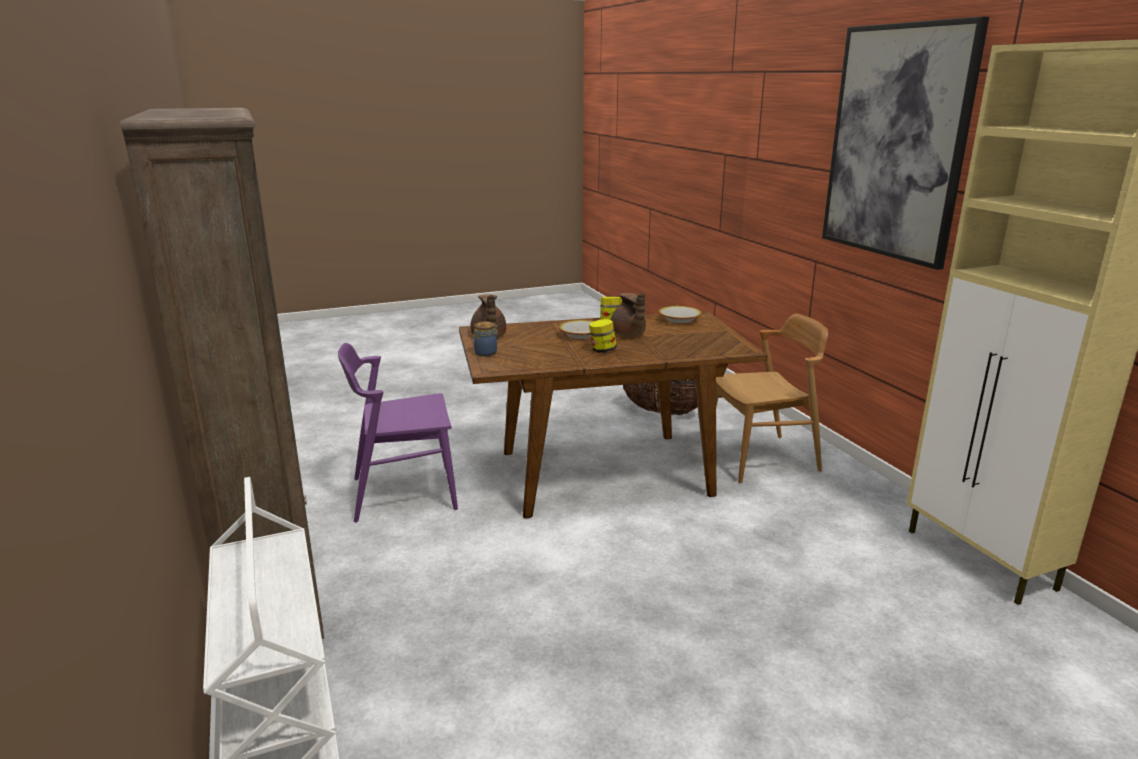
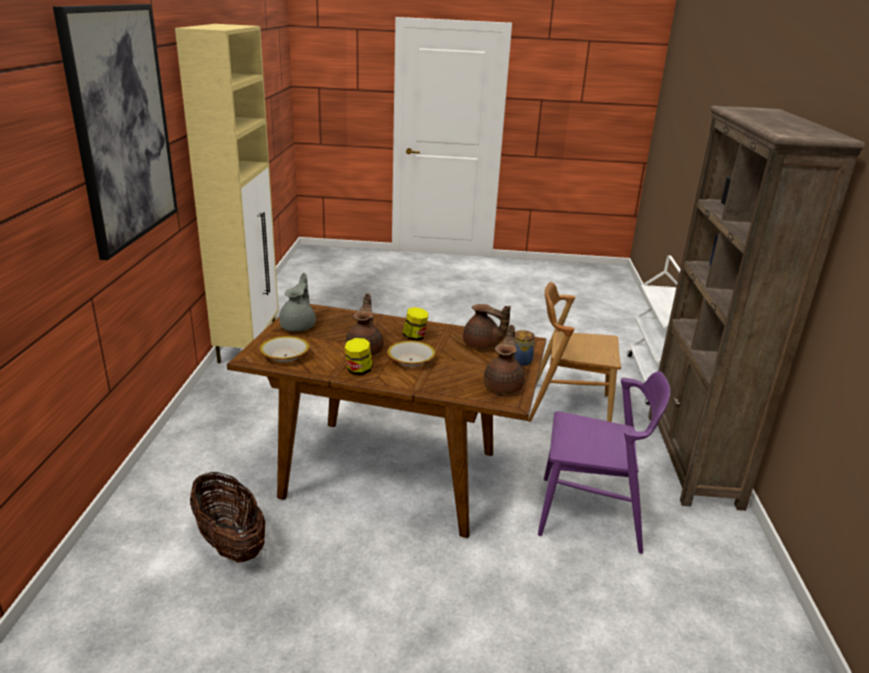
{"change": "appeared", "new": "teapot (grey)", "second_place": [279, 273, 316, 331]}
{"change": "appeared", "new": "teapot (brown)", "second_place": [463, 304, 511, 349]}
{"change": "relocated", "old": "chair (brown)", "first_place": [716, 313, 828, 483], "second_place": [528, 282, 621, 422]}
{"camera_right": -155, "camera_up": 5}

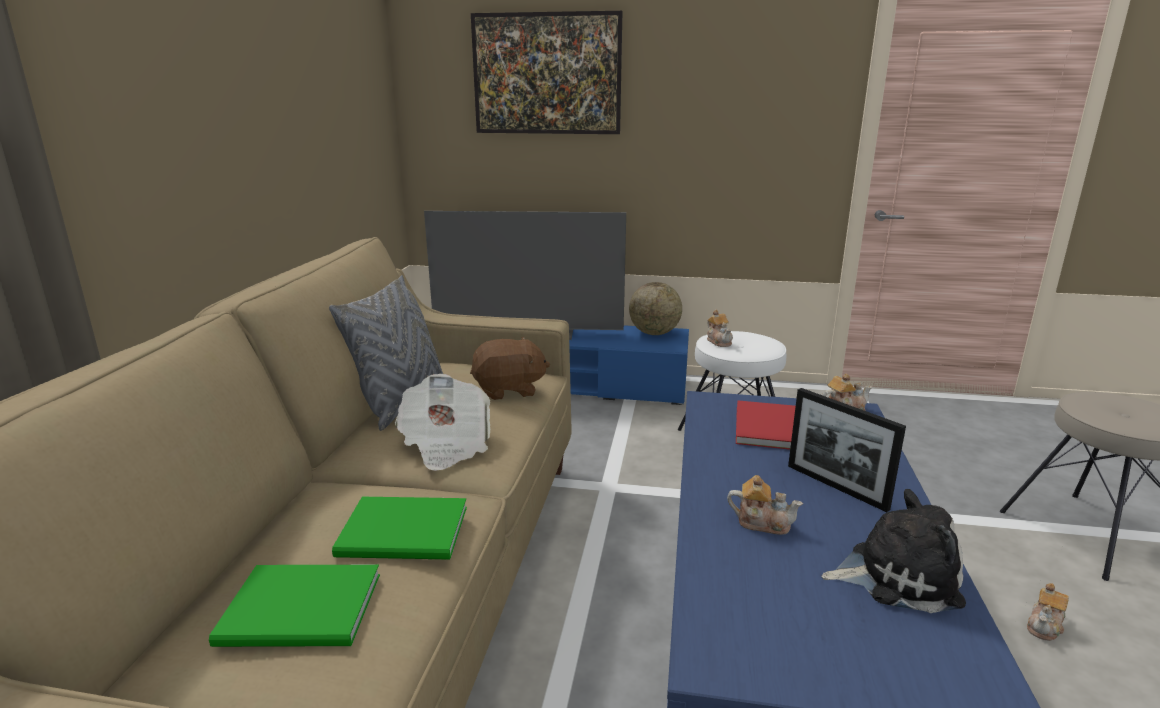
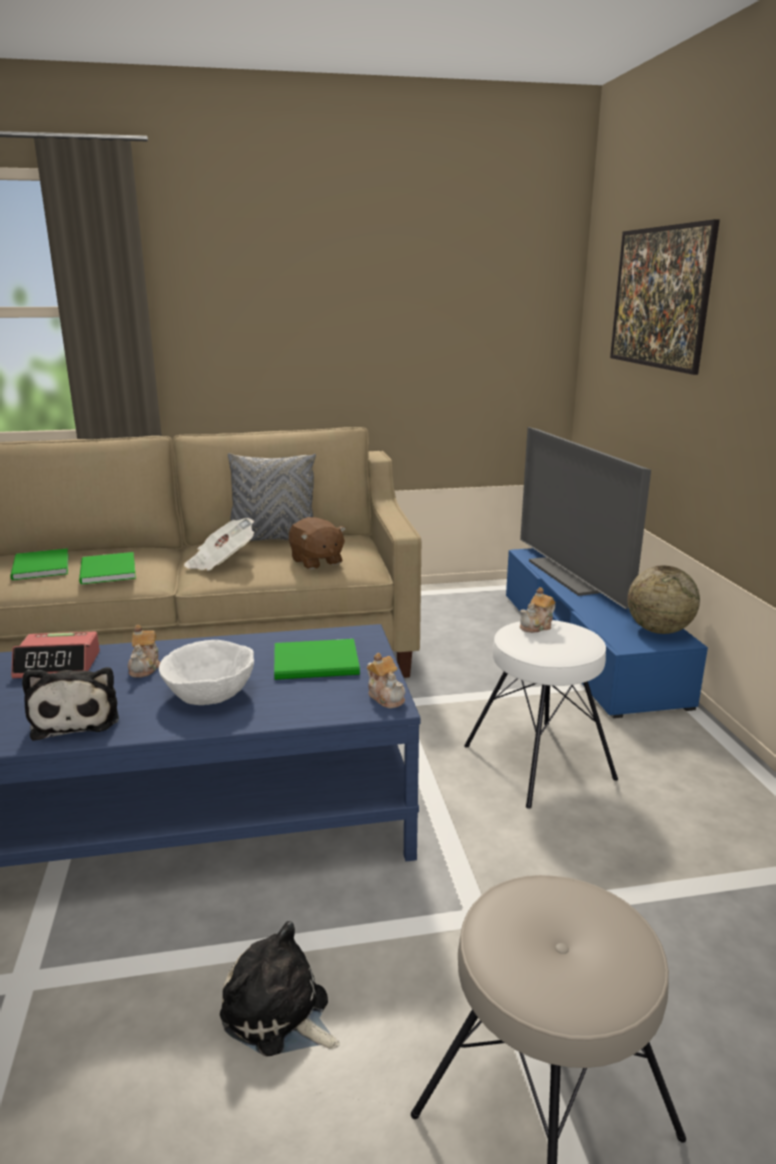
{"change": "appeared", "new": "alarm clock", "second_place": [11, 632, 100, 678]}
{"change": "exchanged", "old": "picture frame", "new": "bowl (white)", "first_place": [788, 388, 906, 512], "second_place": [159, 640, 254, 705]}
{"change": "exchanged", "old": "teapot", "new": "plush toy", "first_place": [1027, 583, 1069, 641], "second_place": [220, 921, 340, 1057]}
{"change": "colour", "old": "book (red)", "new": "book (green)", "first_place": [736, 400, 796, 450], "second_place": [274, 639, 360, 680]}
{"camera_right": 70, "camera_up": 0}

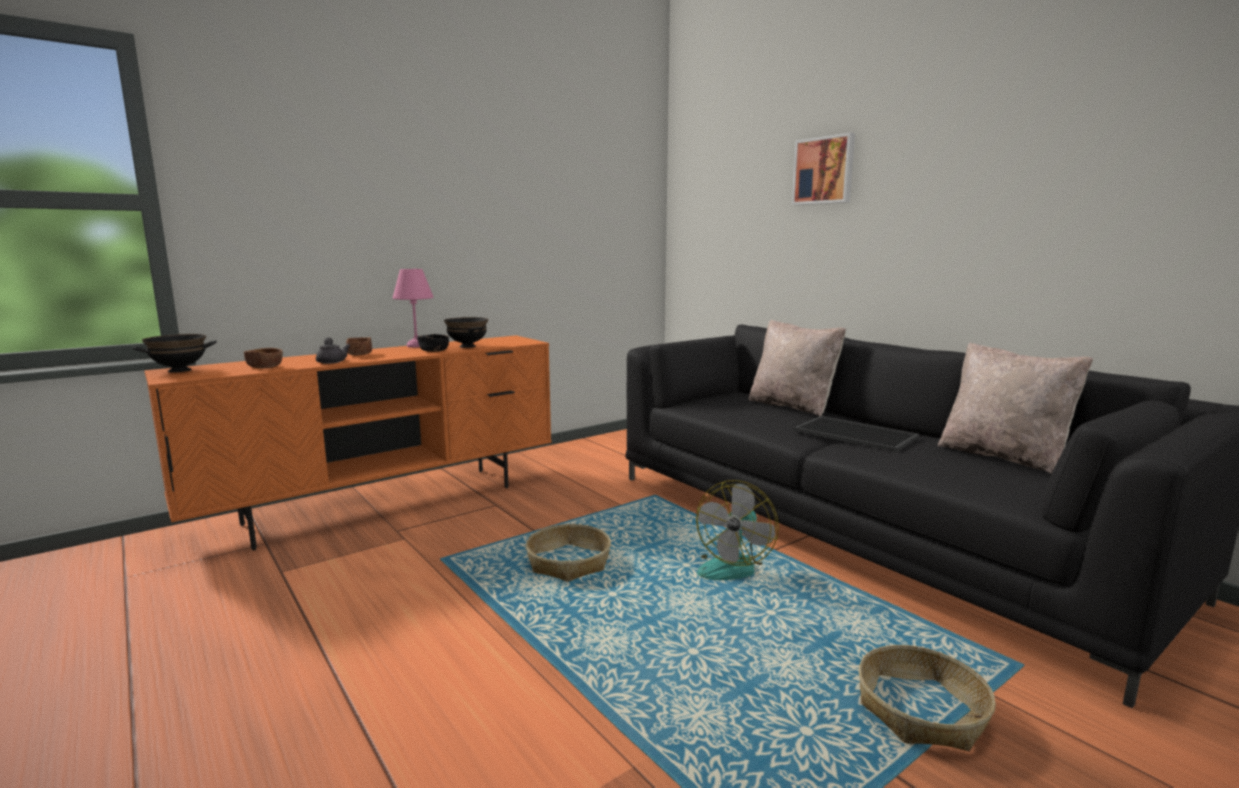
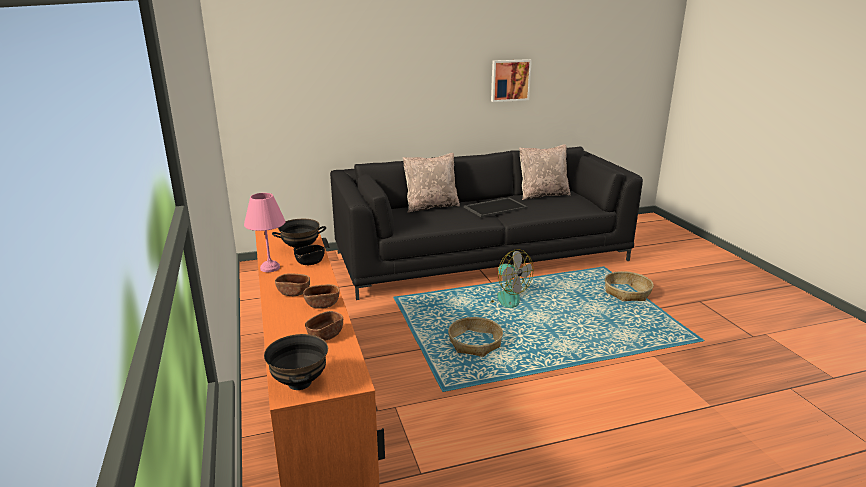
{"change": "relocated", "old": "picture", "first_place": [792, 132, 855, 205], "second_place": [491, 59, 532, 102]}
{"change": "exchanged", "old": "teapot (grey)", "new": "bowl (brown)", "first_place": [316, 338, 351, 364], "second_place": [303, 284, 340, 309]}
{"camera_right": -70, "camera_up": 10}

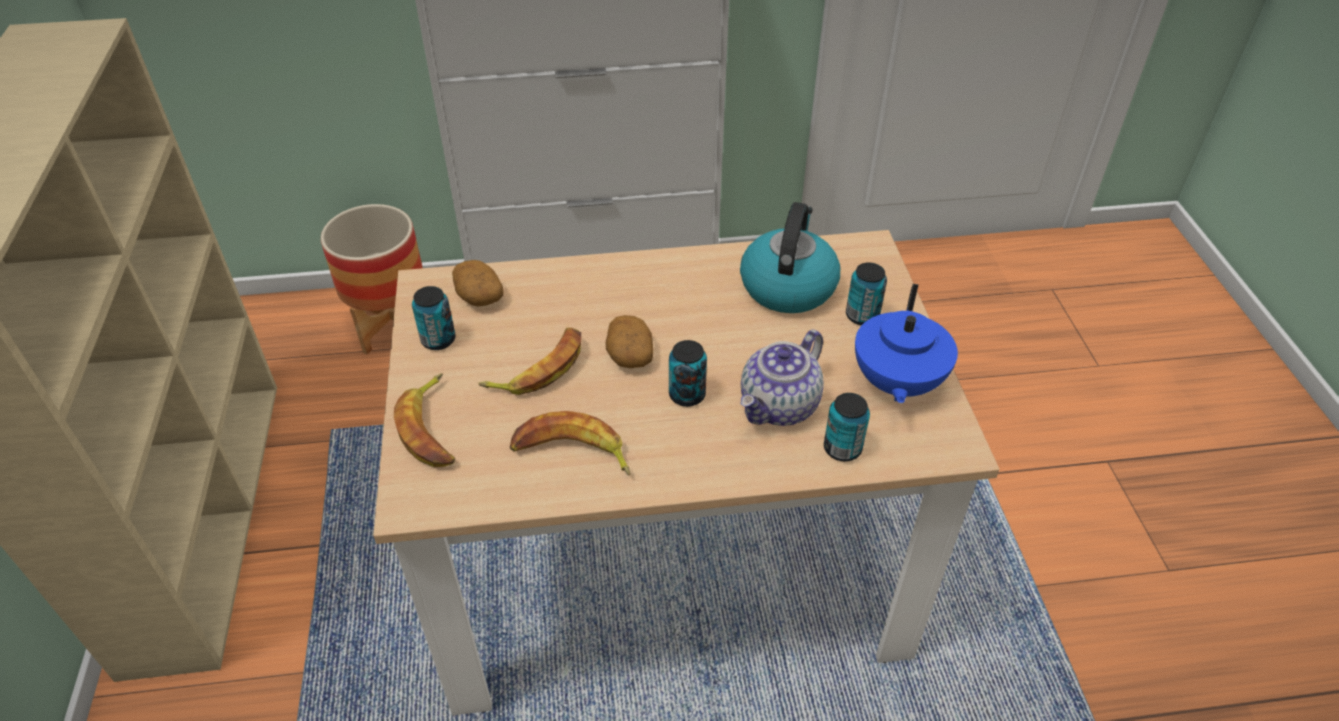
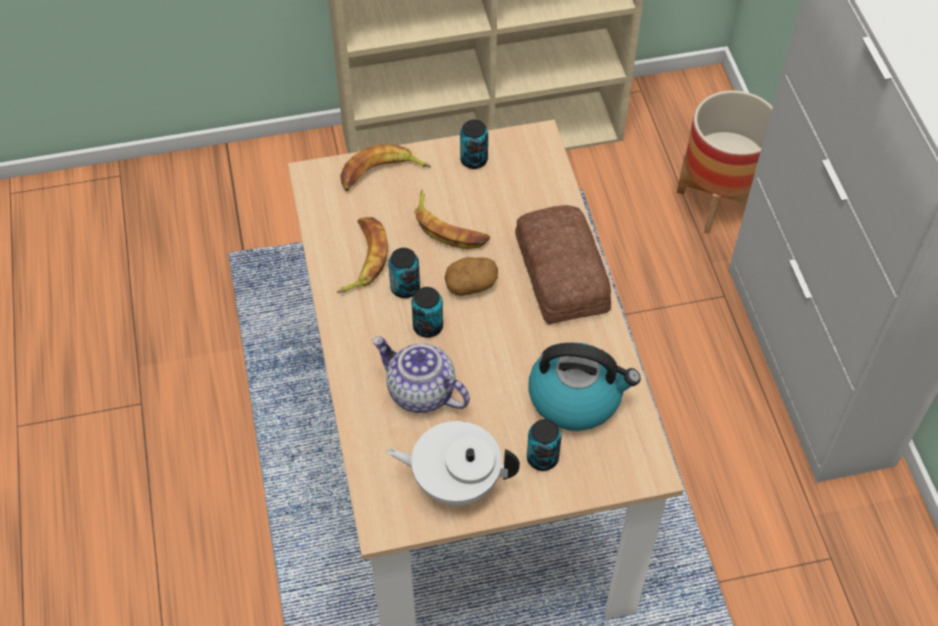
{"change": "missing", "old": "potato", "first_place": [452, 260, 504, 306]}
{"change": "appeared", "new": "bread", "second_place": [515, 205, 611, 325]}
{"change": "relocated", "old": "can", "first_place": [824, 393, 870, 461], "second_place": [388, 248, 420, 298]}
{"change": "colour", "old": "teapot (blue)", "new": "teapot (white)", "first_place": [855, 284, 958, 403], "second_place": [387, 421, 520, 506]}
{"camera_right": 85, "camera_up": 10}

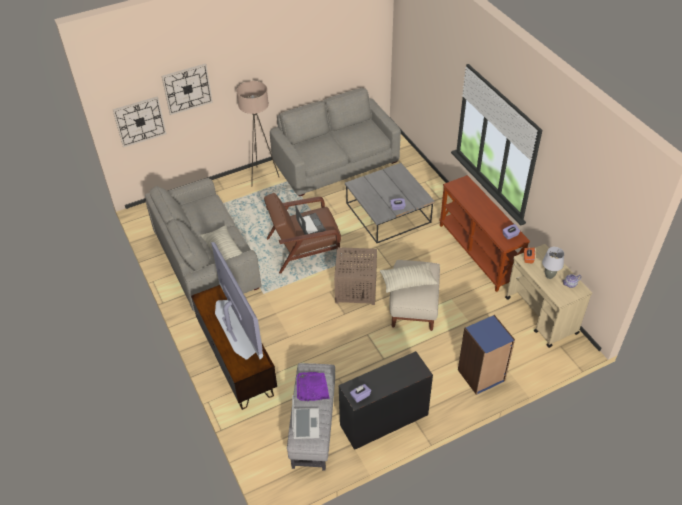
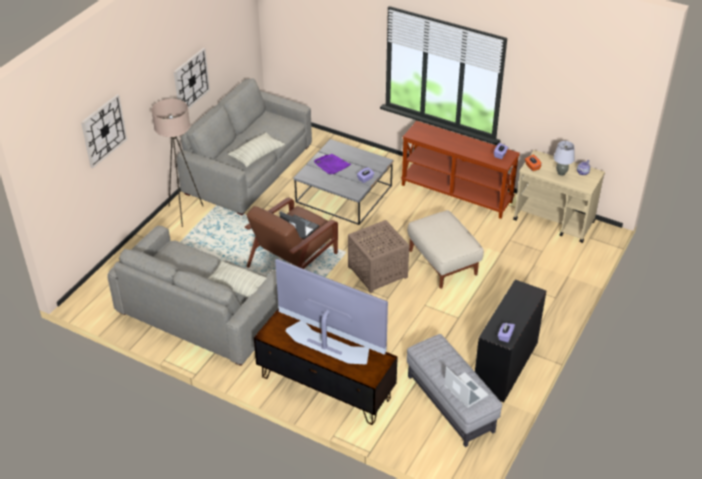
{"change": "missing", "old": "bookcase (blue)", "first_place": [458, 315, 515, 395]}
{"change": "relocated", "old": "wall clock", "first_place": [113, 96, 167, 148], "second_place": [174, 48, 210, 109]}
{"change": "relocated", "old": "tray (purple)", "first_place": [297, 372, 330, 401], "second_place": [314, 154, 351, 175]}
{"change": "relocated", "old": "pillow", "first_place": [380, 262, 438, 293], "second_place": [228, 132, 285, 167]}
{"camera_right": -35, "camera_up": -5}

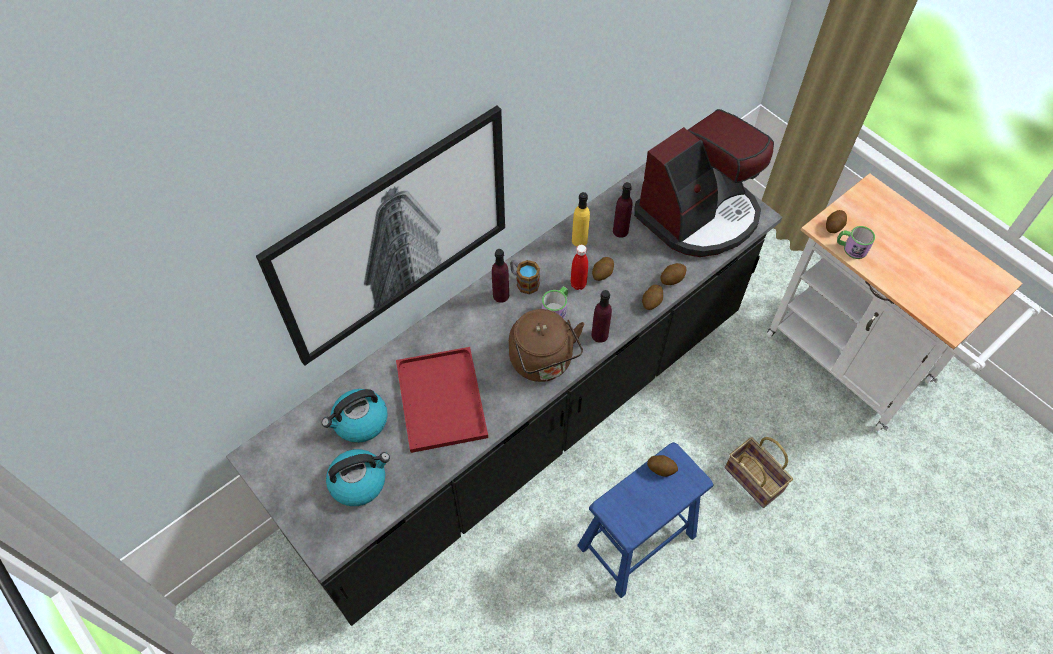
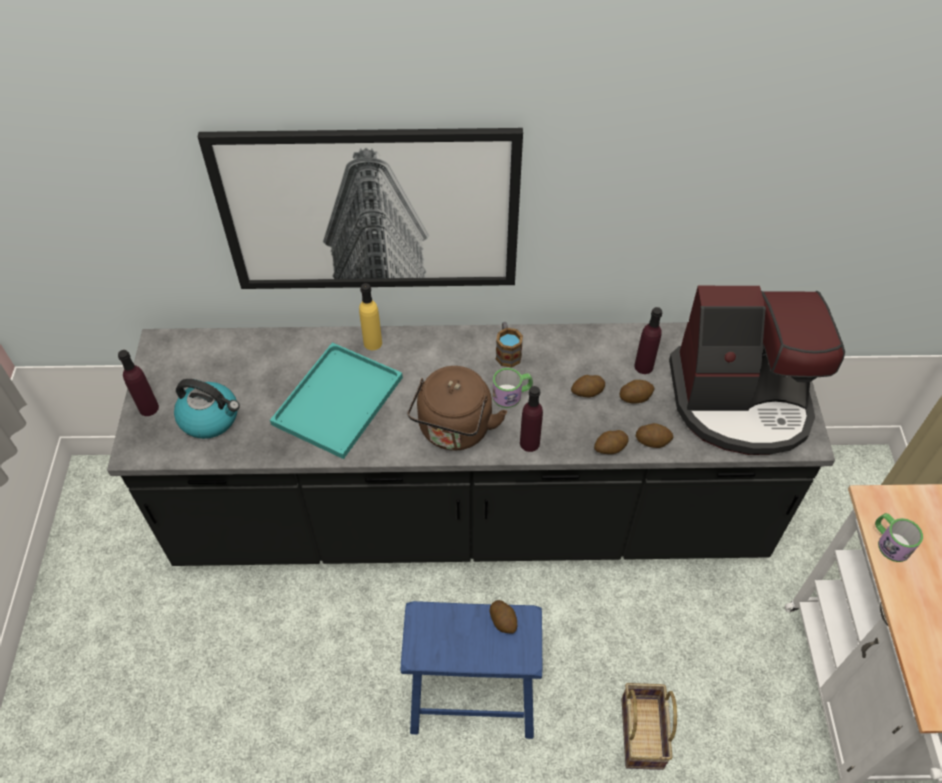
{"change": "missing", "old": "kettle", "first_place": [322, 389, 388, 443]}
{"change": "missing", "old": "bottle (red)", "first_place": [571, 245, 588, 290]}
{"change": "relocated", "old": "bottle (purple)", "first_place": [492, 249, 509, 303], "second_place": [118, 350, 159, 416]}
{"change": "relocated", "old": "bottle (yellow)", "first_place": [572, 192, 590, 247], "second_place": [359, 283, 382, 350]}
{"change": "relocated", "old": "potato", "first_place": [826, 210, 847, 233], "second_place": [619, 380, 655, 404]}
{"change": "colour", "old": "tray (red)", "new": "tray (turquoise)", "first_place": [396, 347, 488, 453], "second_place": [270, 343, 403, 459]}
{"camera_right": 40, "camera_up": -5}

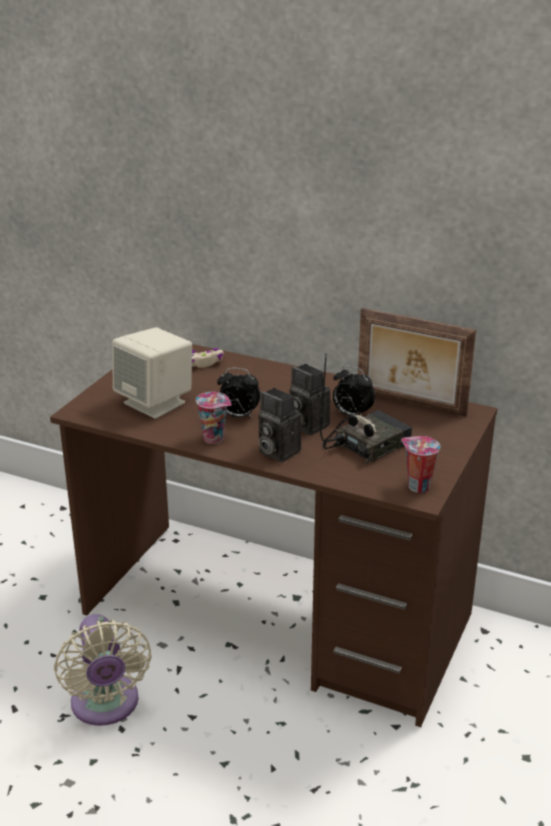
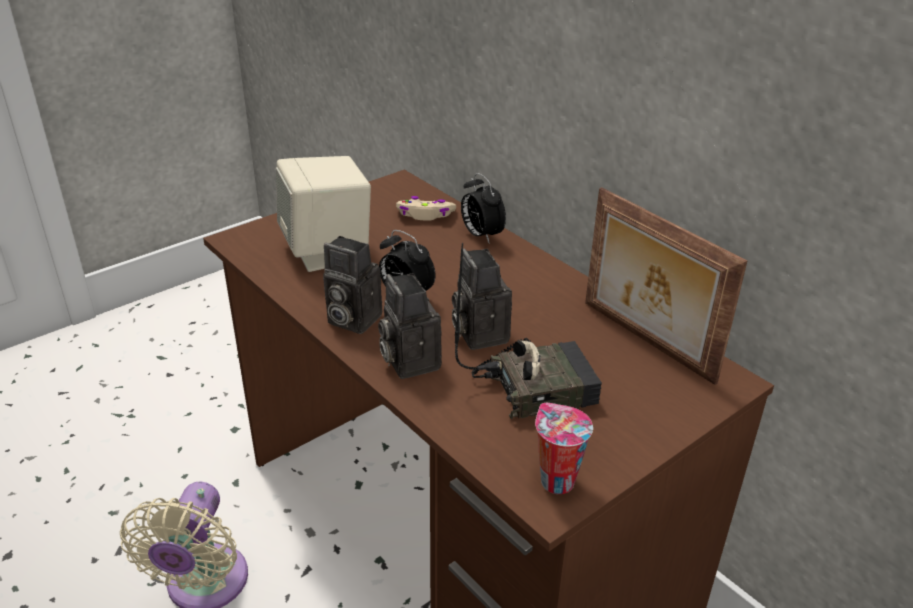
{"change": "relocated", "old": "alarm clock", "first_place": [333, 365, 375, 417], "second_place": [461, 173, 506, 244]}
{"change": "exchanged", "old": "cup", "new": "photo camera", "first_place": [196, 392, 231, 444], "second_place": [323, 236, 382, 334]}
{"camera_right": 25, "camera_up": 5}

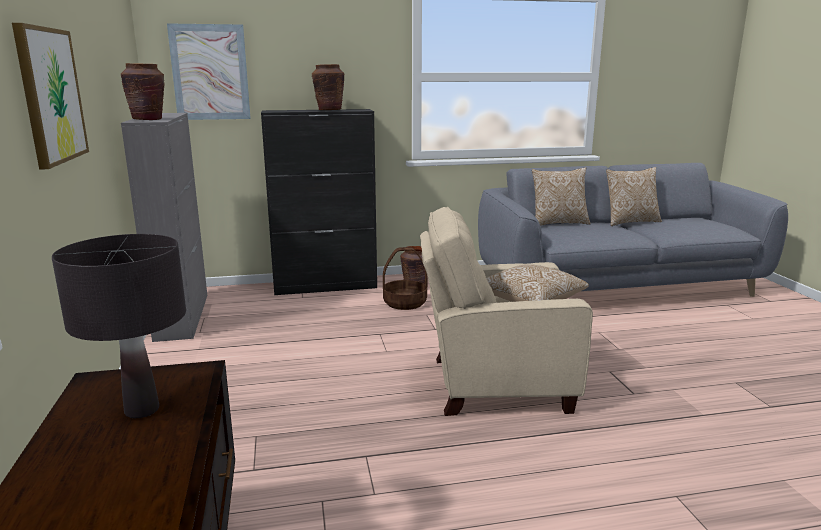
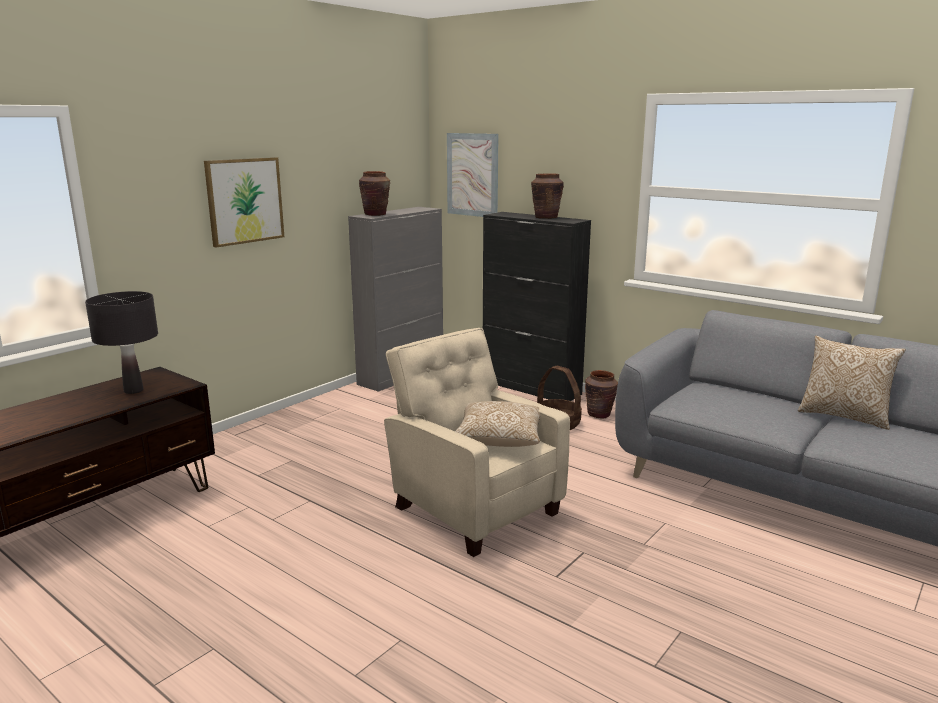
{"change": "missing", "old": "pillow", "first_place": [532, 167, 591, 226]}
{"camera_right": 50, "camera_up": 0}

